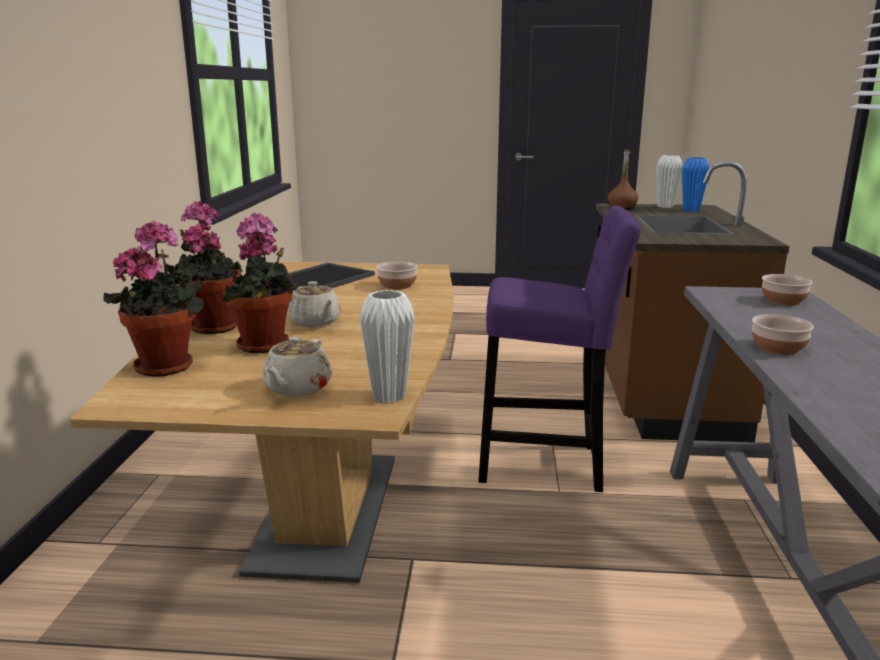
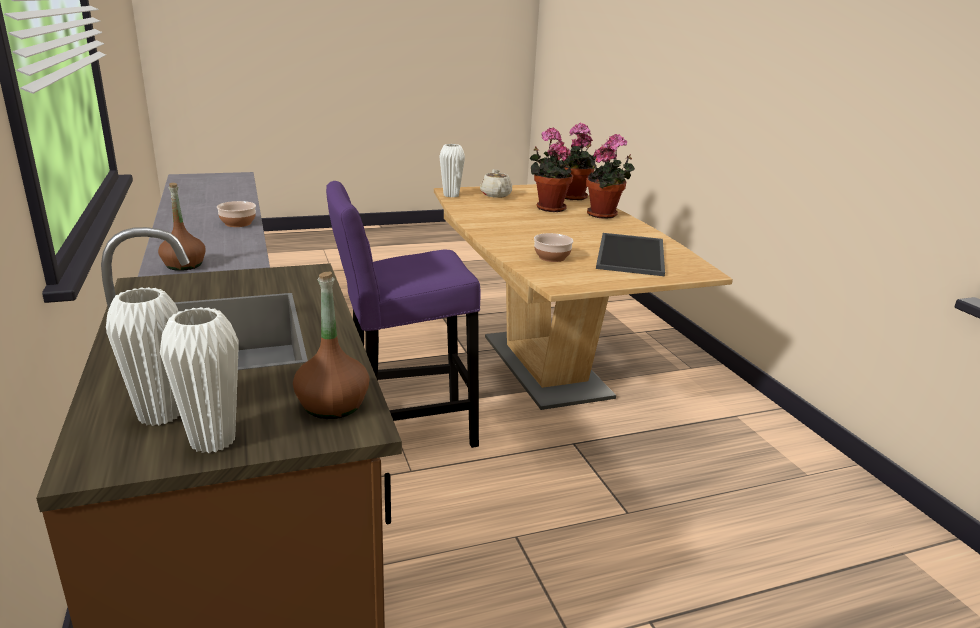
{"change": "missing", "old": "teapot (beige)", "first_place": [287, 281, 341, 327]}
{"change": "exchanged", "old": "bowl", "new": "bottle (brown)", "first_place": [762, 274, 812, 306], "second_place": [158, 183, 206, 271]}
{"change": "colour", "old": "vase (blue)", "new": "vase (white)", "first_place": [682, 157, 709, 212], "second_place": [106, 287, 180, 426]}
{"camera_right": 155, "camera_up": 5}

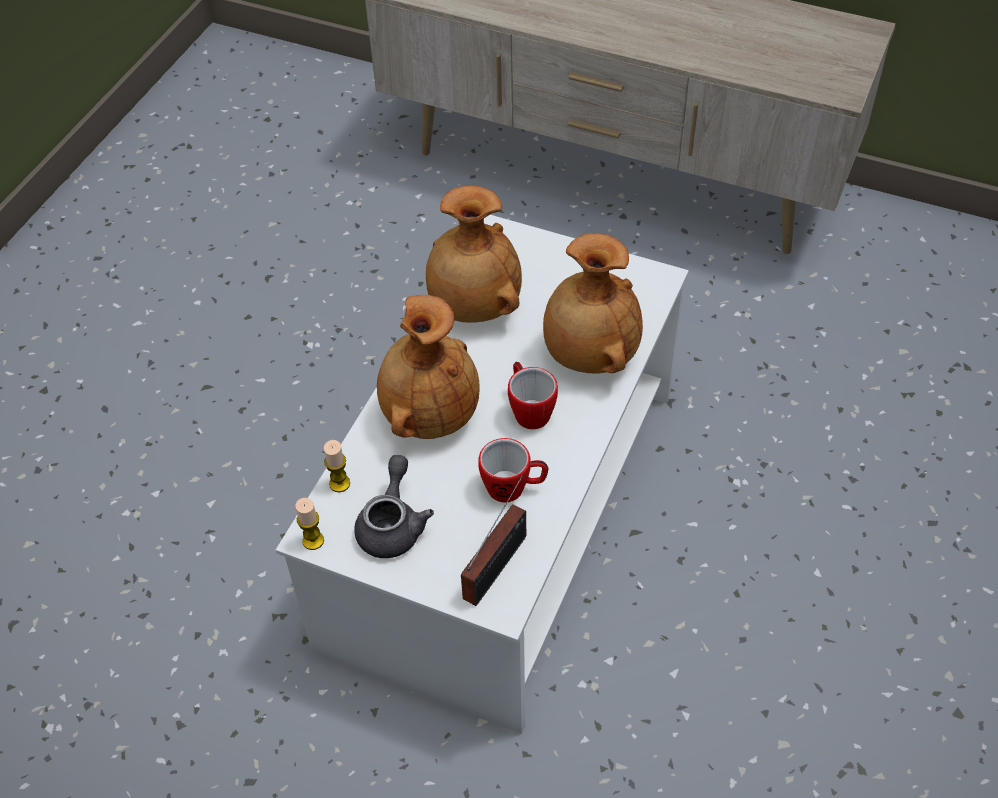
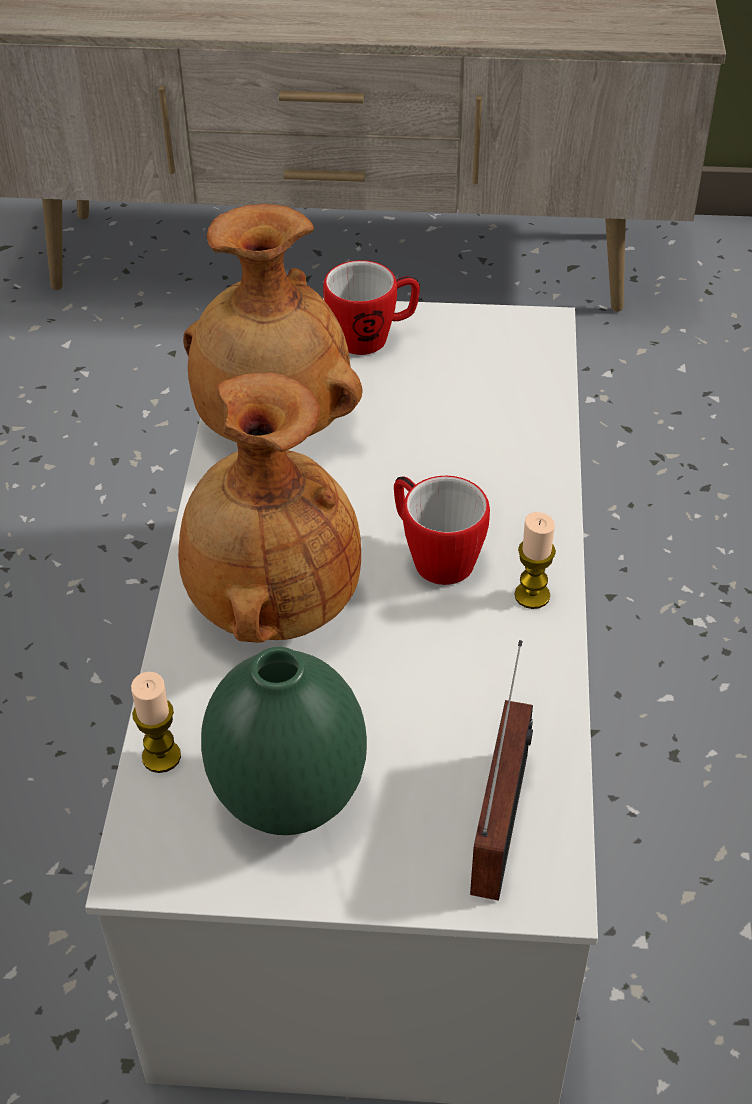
{"change": "missing", "old": "vase (brown)", "first_place": [543, 233, 643, 374]}
{"change": "relocated", "old": "candle", "first_place": [295, 498, 324, 550], "second_place": [515, 512, 556, 609]}
{"change": "relocated", "old": "mug", "first_place": [478, 438, 548, 502], "second_place": [323, 260, 420, 355]}
{"change": "exchanged", "old": "teapot (grey)", "new": "vase (green)", "first_place": [354, 455, 434, 558], "second_place": [201, 647, 367, 835]}
{"camera_right": -20, "camera_up": -5}

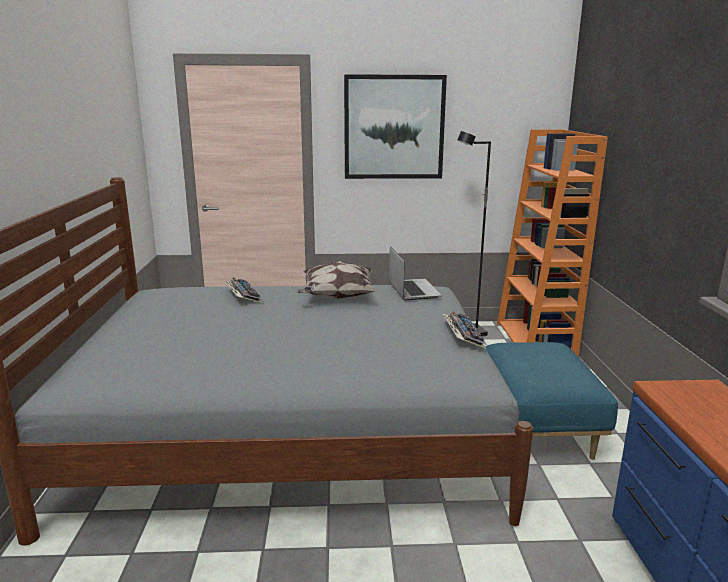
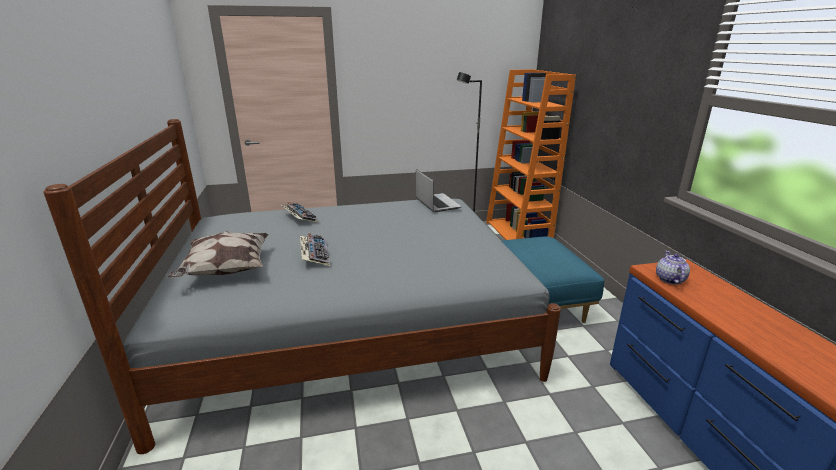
{"change": "missing", "old": "picture", "first_place": [344, 74, 447, 179]}
{"change": "appeared", "new": "teapot", "second_place": [656, 251, 690, 284]}
{"change": "relocated", "old": "pillow", "first_place": [297, 261, 377, 299], "second_place": [167, 231, 269, 278]}
{"change": "relocated", "old": "keyboard", "first_place": [442, 311, 487, 349], "second_place": [300, 233, 330, 266]}
{"camera_right": -10, "camera_up": 5}

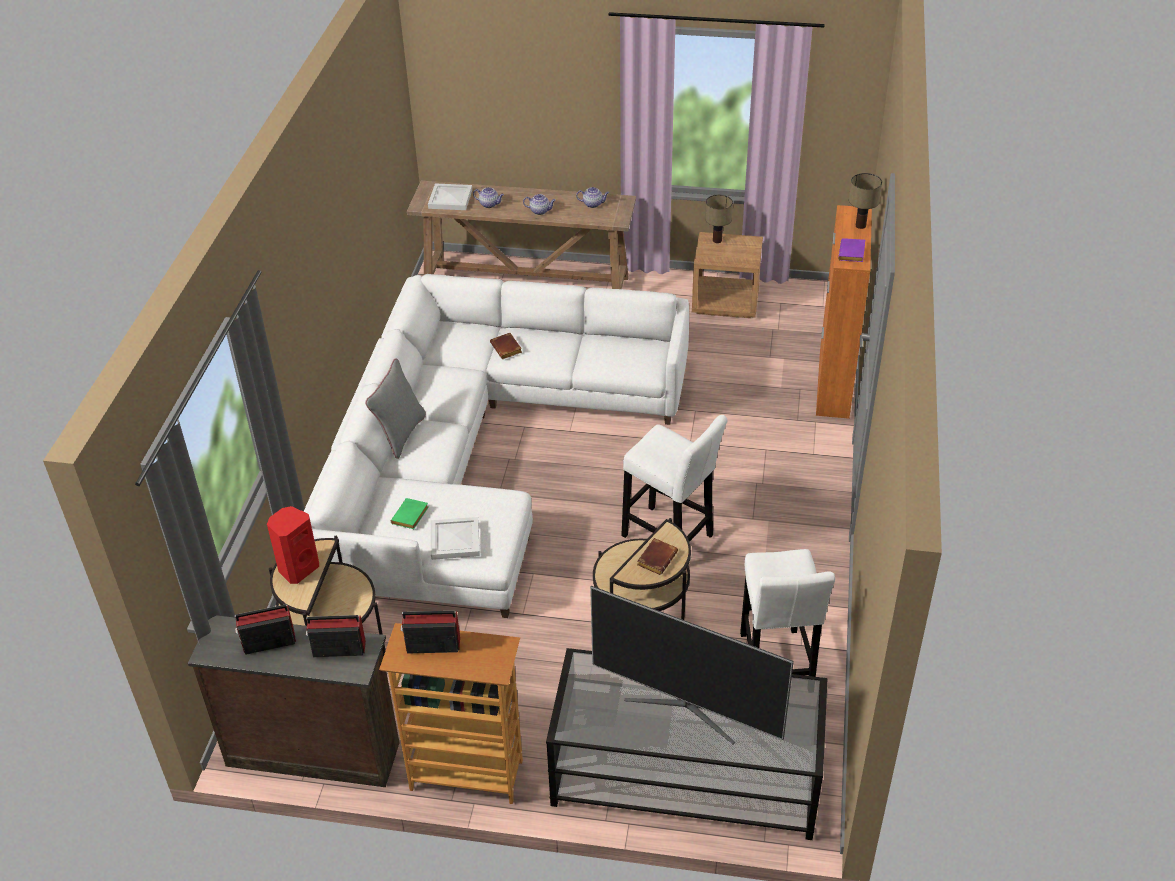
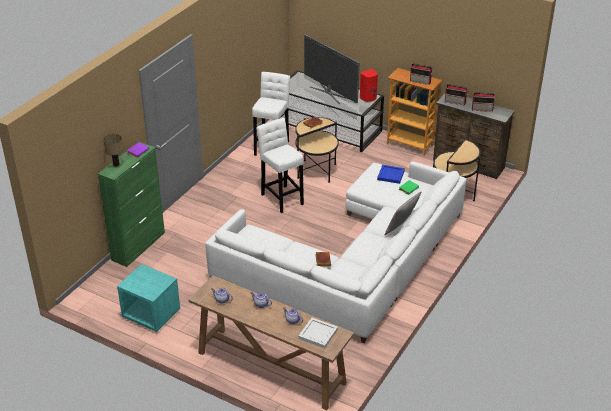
{"change": "missing", "old": "table lamp", "first_place": [705, 195, 733, 243]}
{"change": "relocated", "old": "speaker (red)", "first_place": [267, 506, 319, 584], "second_place": [360, 69, 378, 102]}
{"change": "colour", "old": "tray (white)", "new": "tray (blue)", "first_place": [431, 517, 480, 560], "second_place": [377, 165, 405, 184]}
{"change": "colour", "old": "nightstand (brown)", "new": "nightstand (turquoise)", "first_place": [692, 232, 763, 318], "second_place": [117, 264, 180, 332]}
{"change": "colour", "old": "cabinet (orange)", "new": "cabinet (green)", "first_place": [816, 205, 872, 419], "second_place": [98, 142, 165, 267]}
{"camera_right": -160, "camera_up": -5}

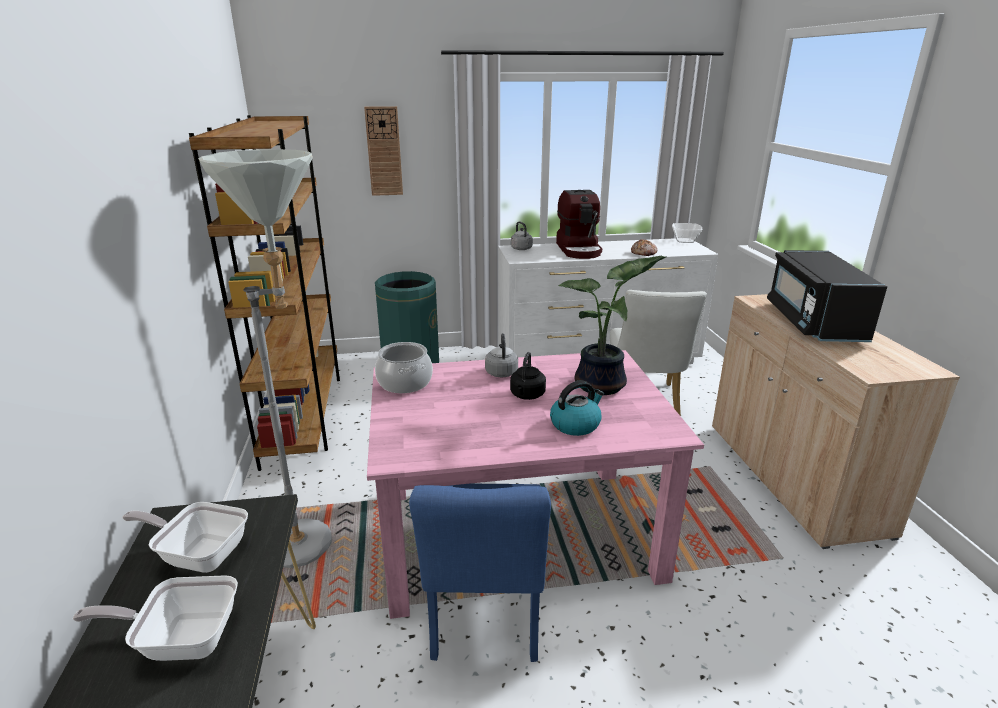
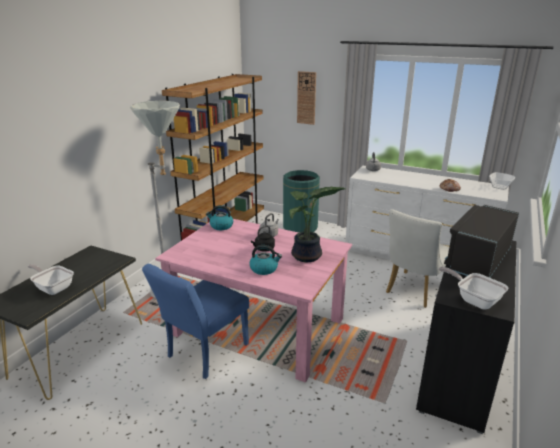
{"change": "missing", "old": "coffee machine", "first_place": [556, 190, 602, 259]}
{"change": "relocated", "old": "frying pan", "first_place": [122, 502, 248, 573], "second_place": [439, 267, 509, 309]}
{"change": "exchanged", "old": "cooking pot", "new": "kettle", "first_place": [375, 342, 433, 393], "second_place": [206, 205, 233, 230]}
{"change": "colour", "old": "cabinet (beige)", "new": "cabinet (black)", "first_place": [712, 294, 960, 549], "second_place": [416, 241, 516, 434]}
{"camera_right": 35, "camera_up": 0}

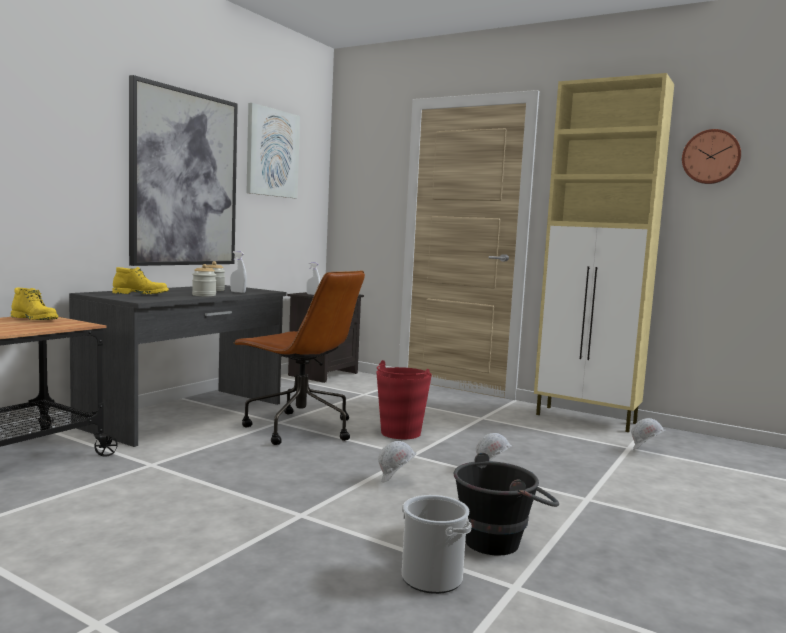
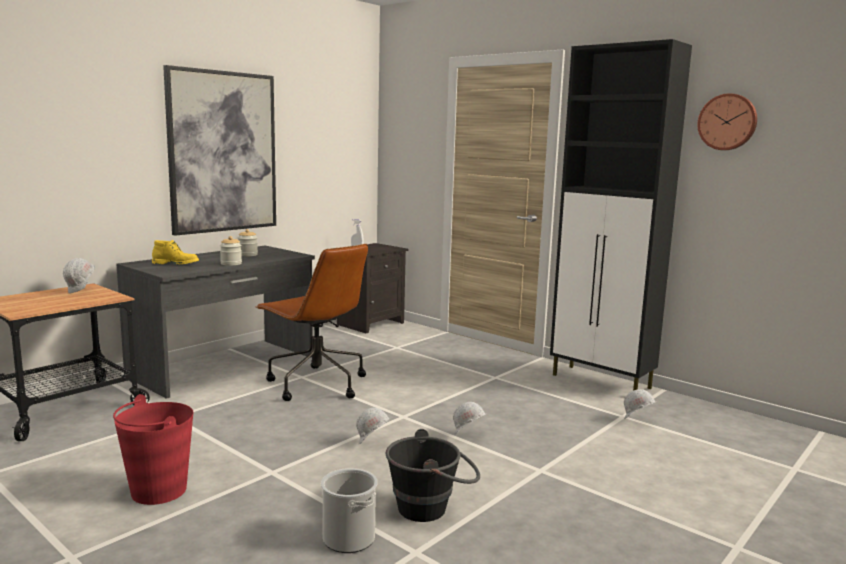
{"change": "missing", "old": "spray bottle (white)", "first_place": [230, 251, 247, 293]}
{"change": "missing", "old": "picture", "first_place": [246, 103, 300, 198]}
{"change": "relocated", "old": "bucket (red)", "first_place": [376, 360, 432, 439], "second_place": [113, 394, 193, 505]}
{"change": "exchanged", "old": "boot (yellow)", "new": "hard hat (white)", "first_place": [11, 288, 58, 320], "second_place": [63, 258, 95, 293]}
{"change": "colour", "old": "cabinet (beige)", "new": "cabinet (black)", "first_place": [534, 73, 674, 432], "second_place": [550, 39, 692, 391]}
{"camera_right": 10, "camera_up": 5}

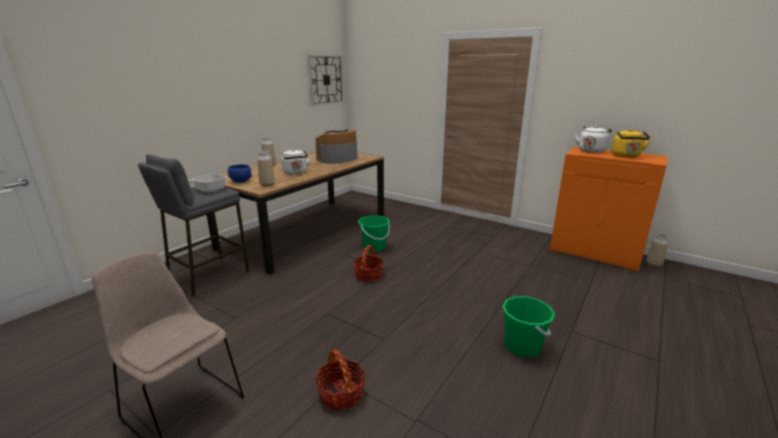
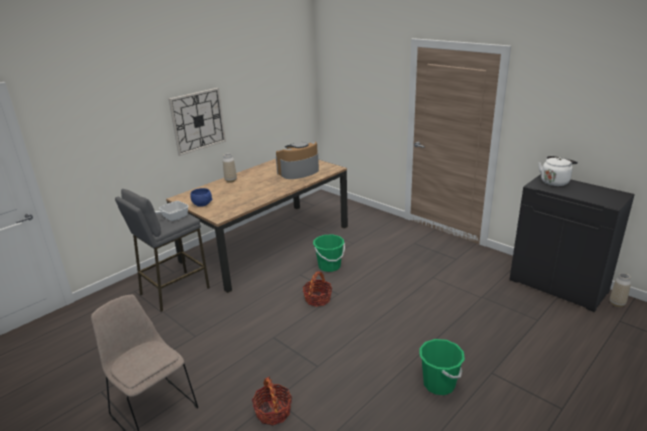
{"change": "missing", "old": "vase", "first_place": [257, 151, 275, 187]}
{"change": "missing", "old": "kettle (white)", "first_place": [281, 149, 311, 174]}
{"change": "missing", "old": "kettle (yellow)", "first_place": [611, 129, 651, 158]}
{"change": "relocated", "old": "wall clock", "first_place": [307, 55, 344, 106], "second_place": [169, 88, 226, 156]}
{"change": "colour", "old": "cabinet (orange)", "new": "cabinet (black)", "first_place": [550, 147, 668, 272], "second_place": [510, 174, 635, 312]}
{"camera_right": 10, "camera_up": 5}

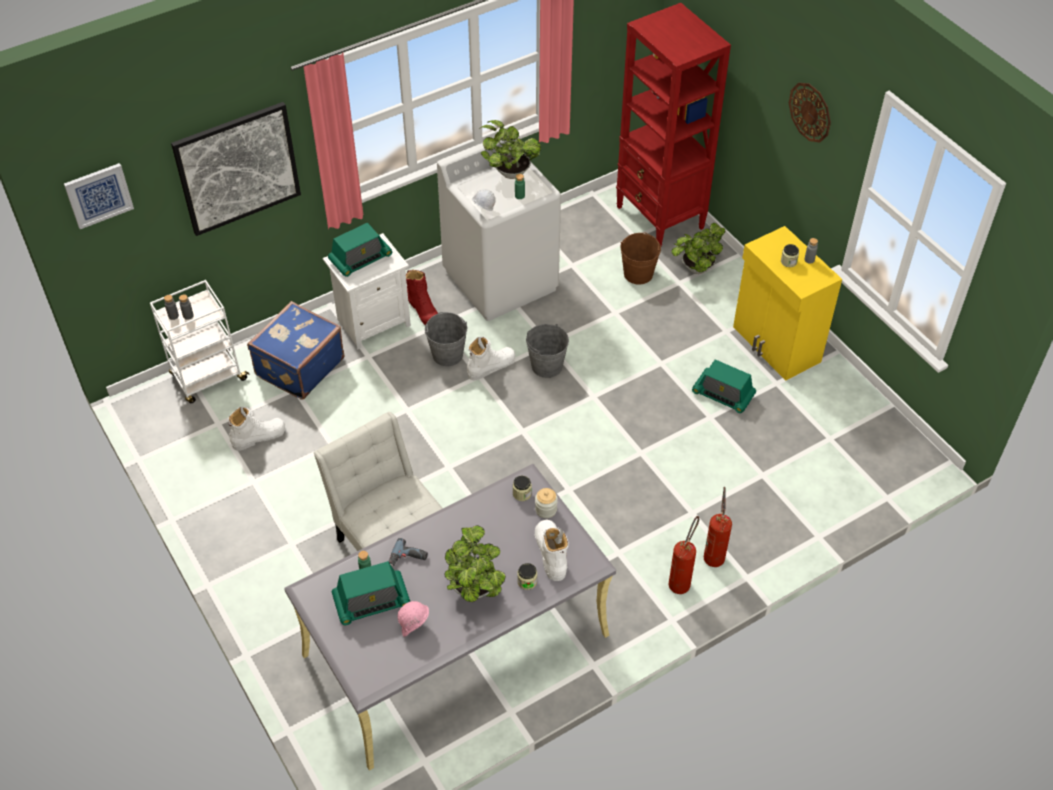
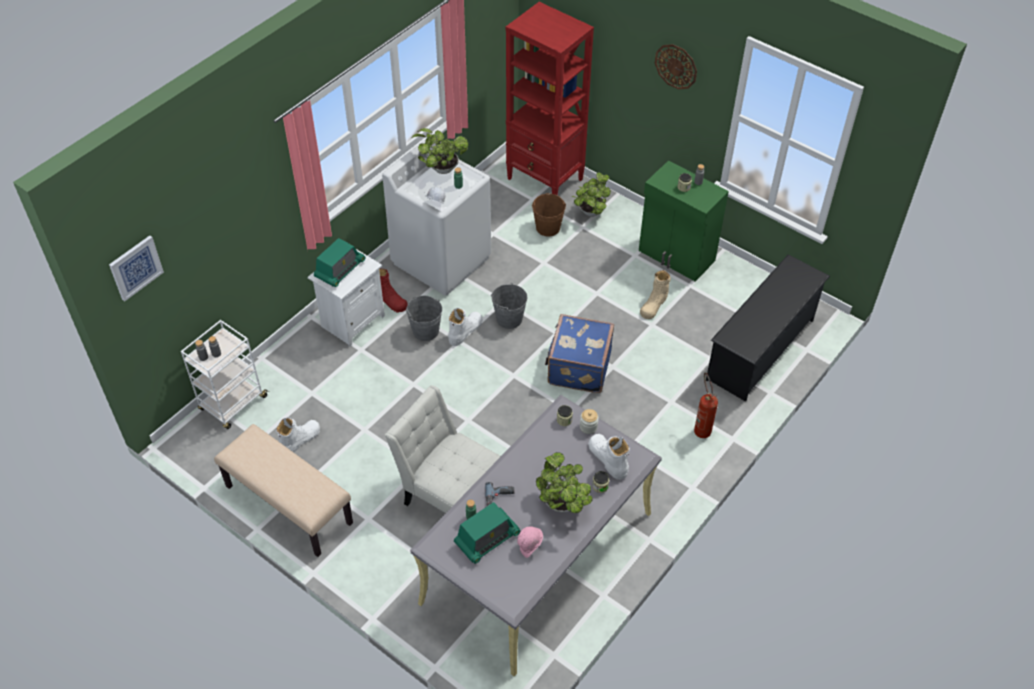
{"change": "missing", "old": "picture", "first_place": [171, 102, 301, 236]}
{"change": "missing", "old": "fire extinguisher", "first_place": [669, 516, 699, 594]}
{"change": "appeared", "new": "bench (beige)", "second_place": [214, 424, 353, 557]}
{"change": "appeared", "new": "shoe rack (black)", "second_place": [706, 254, 830, 402]}
{"change": "relocated", "old": "suitcase (blue)", "first_place": [247, 301, 345, 400], "second_place": [545, 314, 614, 393]}
{"change": "exchanged", "old": "radio", "new": "boot (beige)", "first_place": [692, 359, 756, 413], "second_place": [640, 270, 671, 319]}
{"change": "colour", "old": "cabinet (yellow)", "new": "cabinet (green)", "first_place": [733, 226, 842, 381], "second_place": [639, 161, 729, 282]}
{"camera_right": -20, "camera_up": 0}

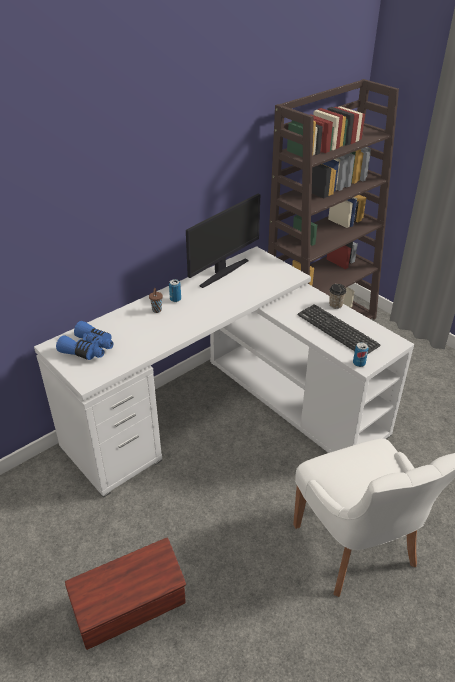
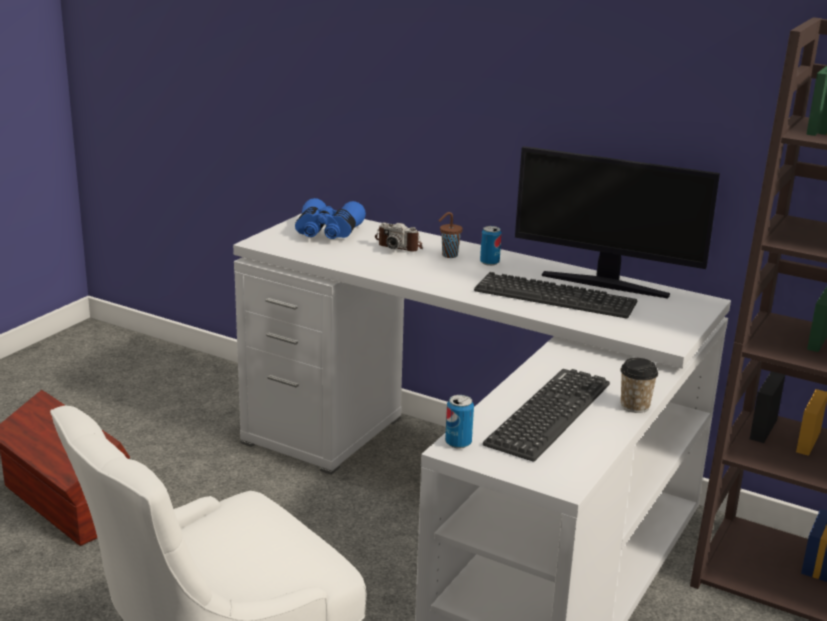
{"change": "appeared", "new": "photo camera", "second_place": [375, 222, 423, 252]}
{"change": "appeared", "new": "keyboard", "second_place": [474, 272, 637, 319]}
{"camera_right": 70, "camera_up": -15}

